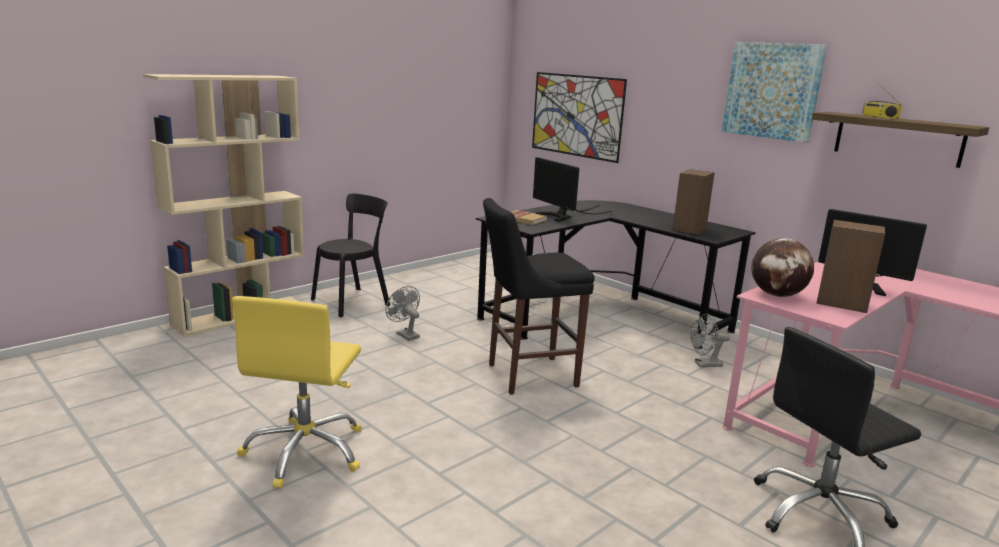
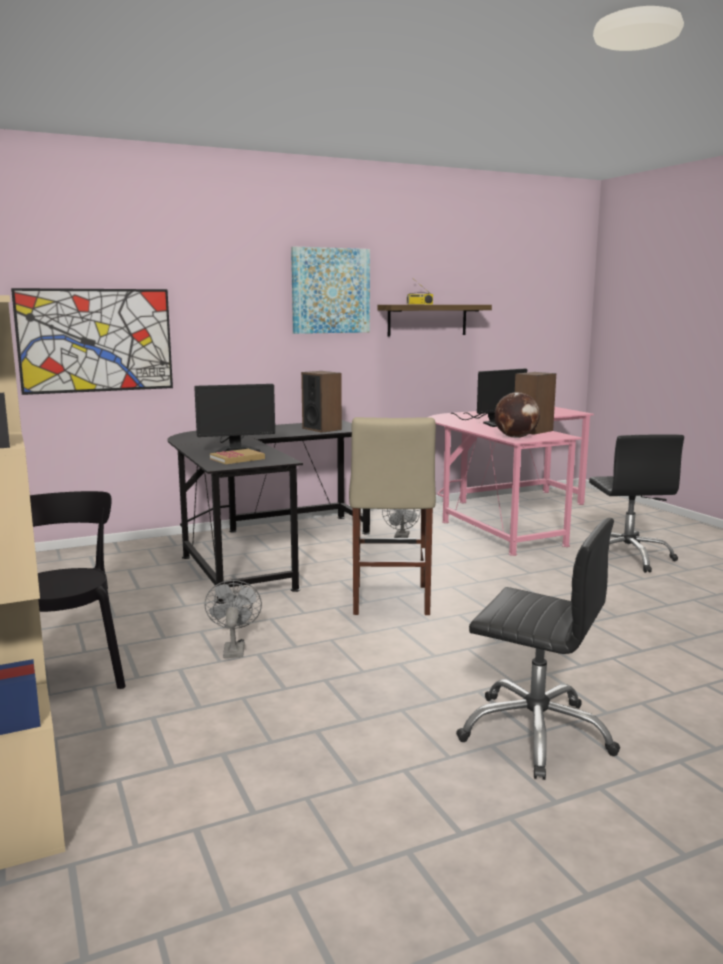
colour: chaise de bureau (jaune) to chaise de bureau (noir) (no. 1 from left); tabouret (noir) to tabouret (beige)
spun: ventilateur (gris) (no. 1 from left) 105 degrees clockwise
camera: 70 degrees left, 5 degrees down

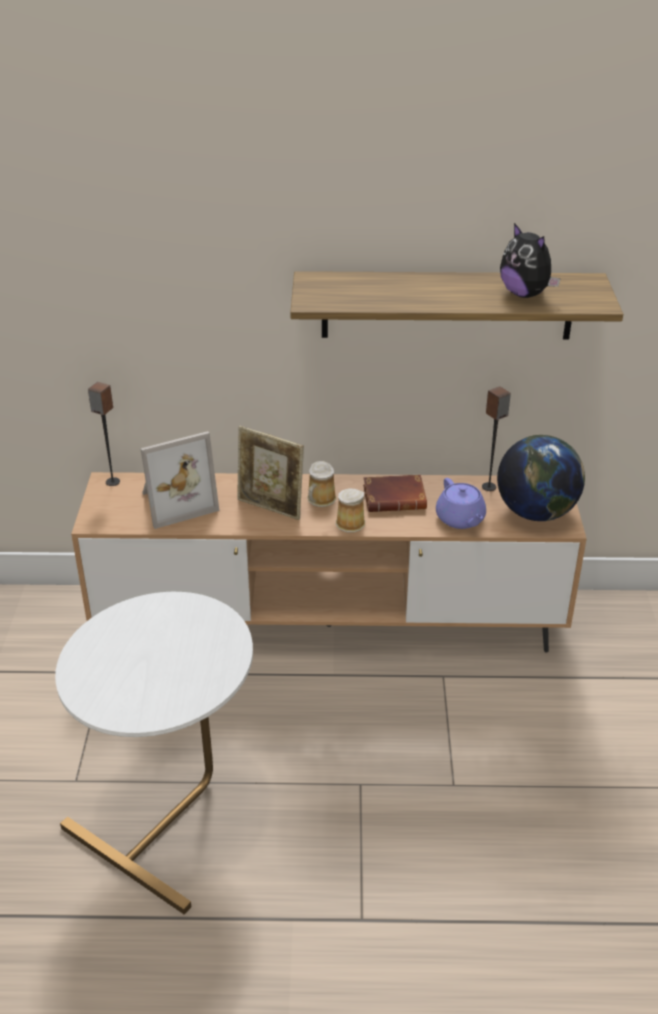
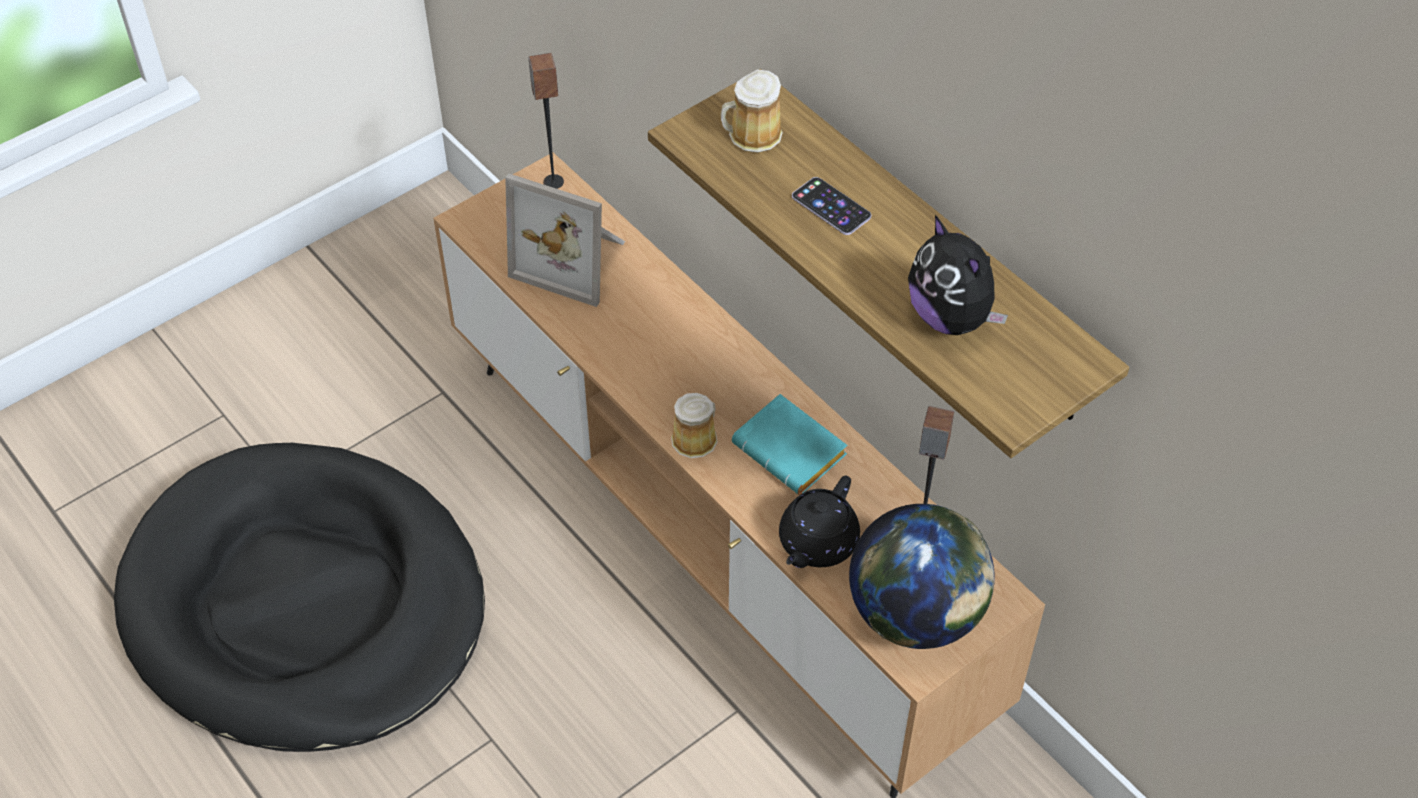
missing: cadre photo (no. 2 from left)
appeared: téléphone
relocated: mug (no. 1 from left in the first image) to mug (no. 2 from left)
exchanged: table d'appoint (blanc) to panier pour chien (noir)
colour: livre (marron) to livre (turquoise); théière (violet) to théière (noir)
spun: peluche 45 degrees counterclockwise
camera: 50 degrees right, 15 degrees up

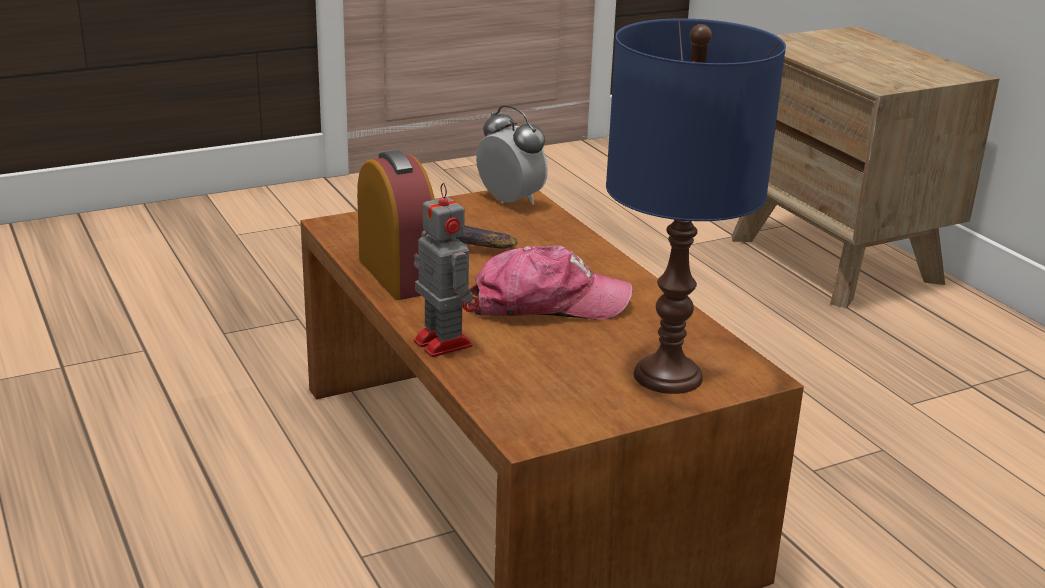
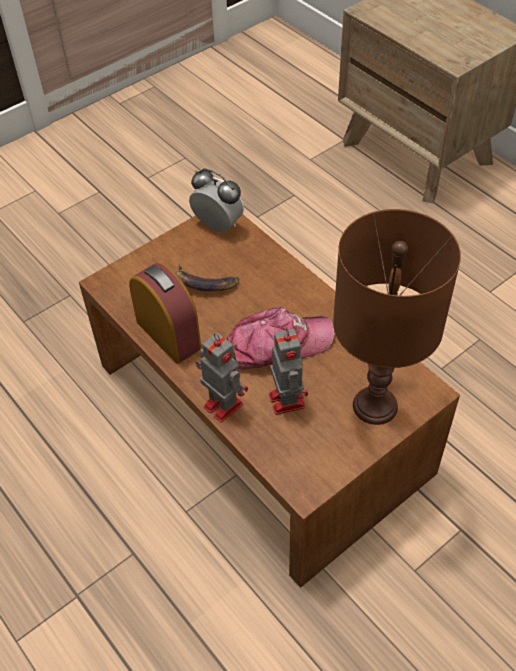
appeared: robot jouet (no. 2 from left)
colour: lampe de table (bleu) to lampe de table (marron)
camera: 10 degrees left, 25 degrees up

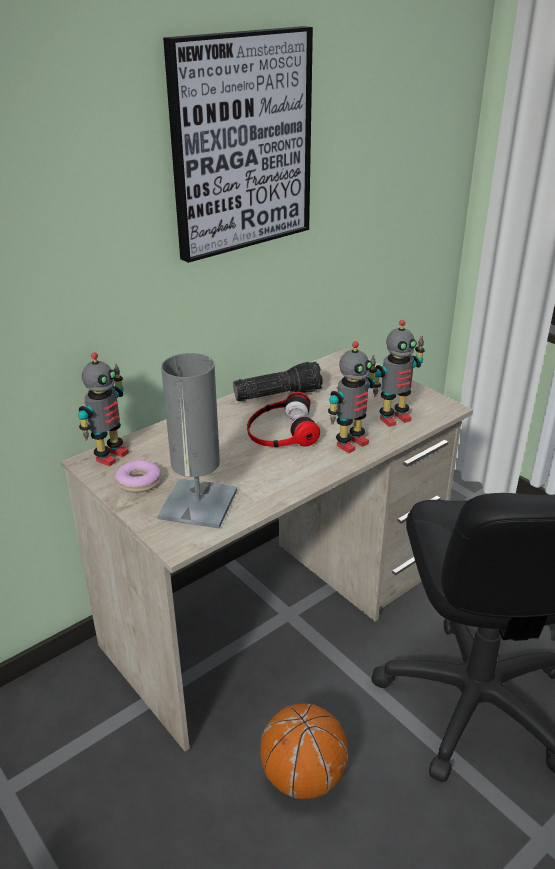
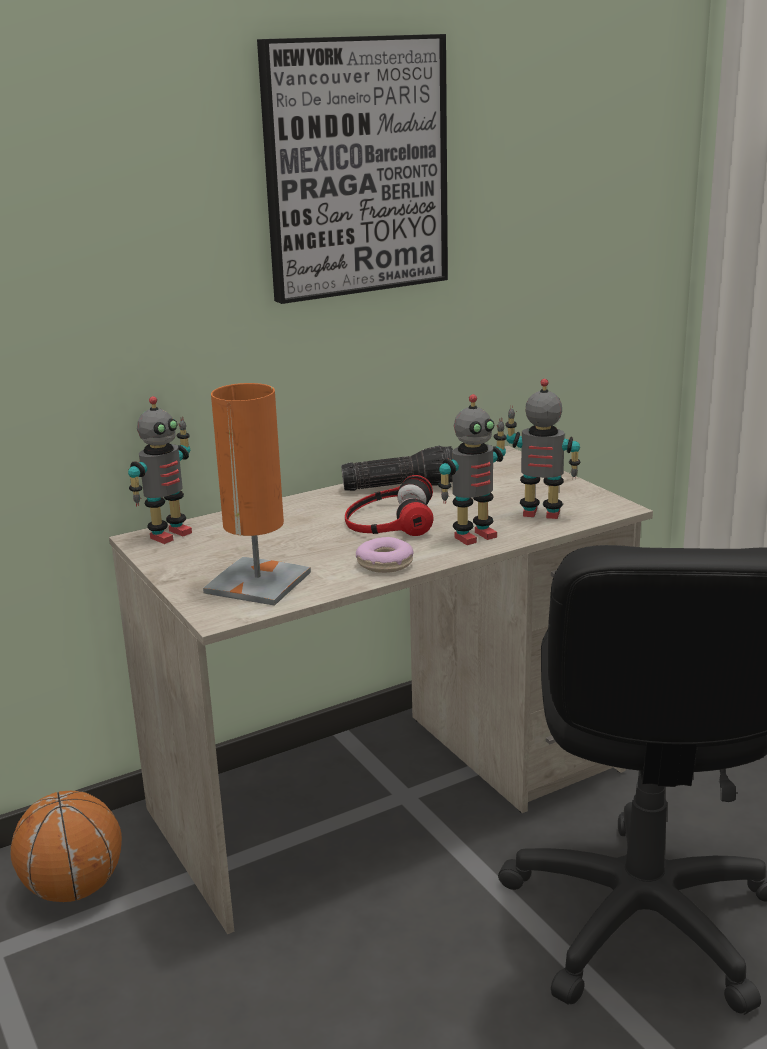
relocated: beignet; ballon de basket
colour: lampe de table (gris) to lampe de table (orange)
spun: robot jouet (no. 3 from left) 150 degrees counterclockwise
camera: 10 degrees right, 10 degrees down

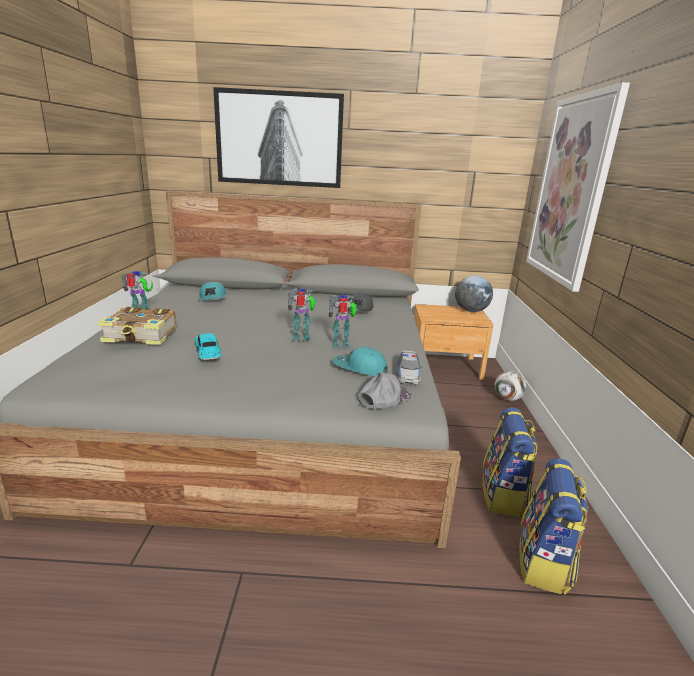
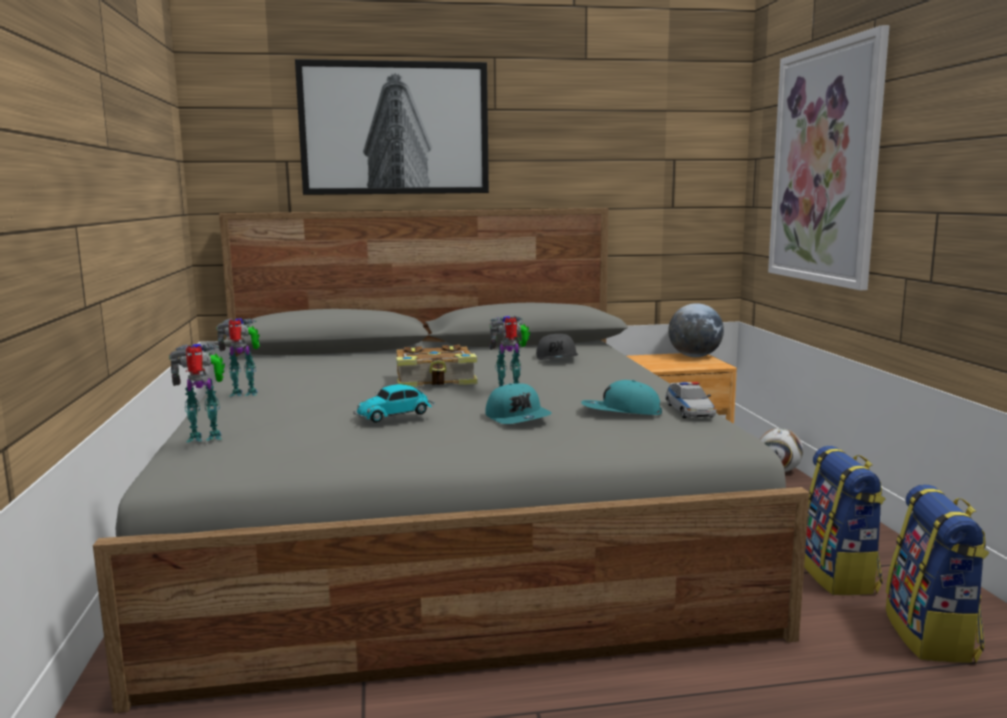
missing: casquette (gris) (no. 2 from left)
relocated: livre; casquette (turquoise) (no. 1 from left); robot jouet (no. 3 from left in the first image) to robot jouet (no. 1 from left)
spun: petite voiture (no. 1 from left) 90 degrees counterclockwise
camera: 10 degrees left, 10 degrees down

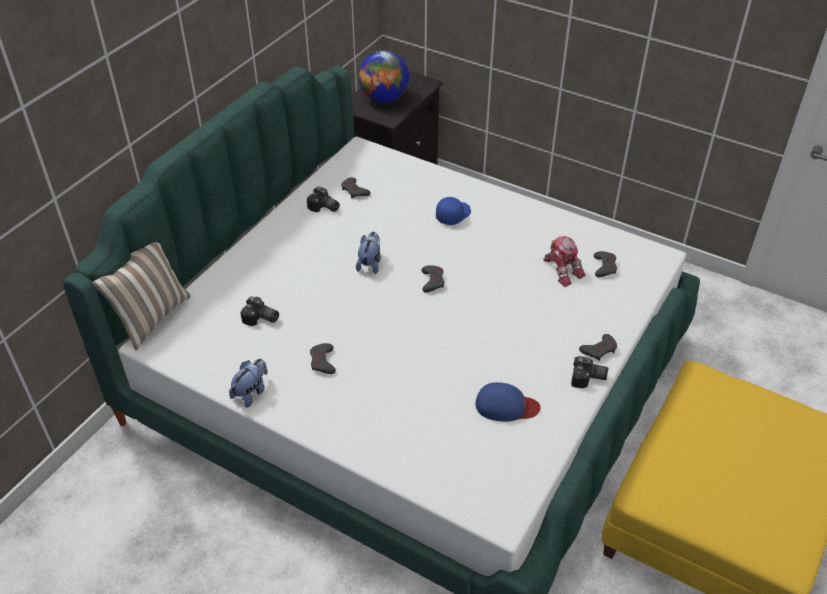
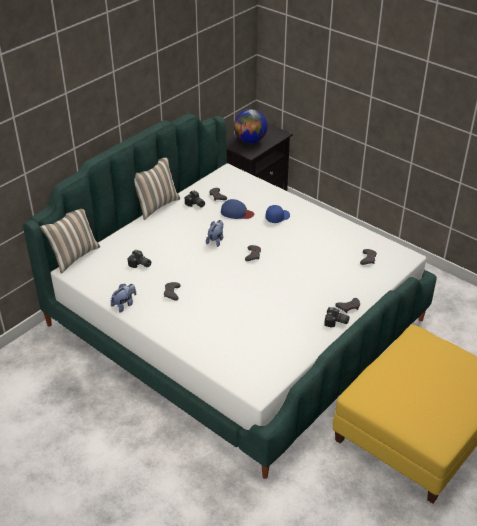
missing: robot jouet
appeared: coussin (no. 2 from left)
relocated: casquette (bleu) (no. 2 from left in the first image) to casquette (bleu) (no. 1 from left)
camera: 10 degrees right, 5 degrees down

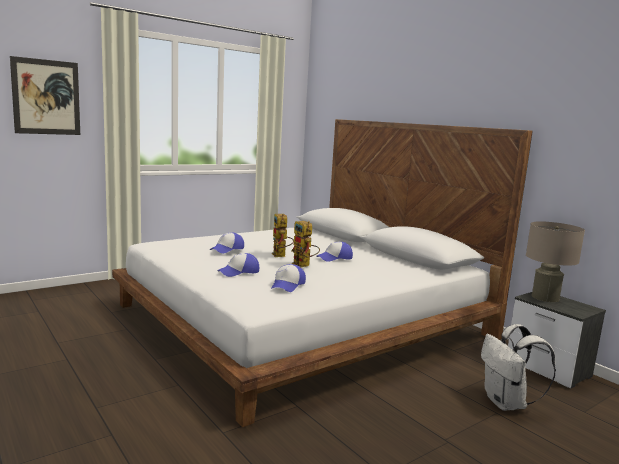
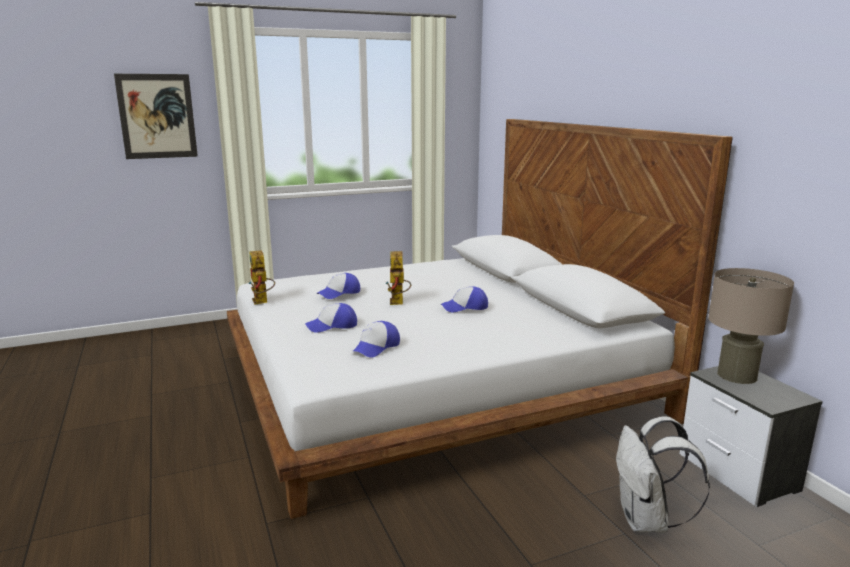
relocated: robot jouet (no. 2 from left in the first image) to robot jouet (no. 1 from left)
camera: 15 degrees right, 5 degrees up

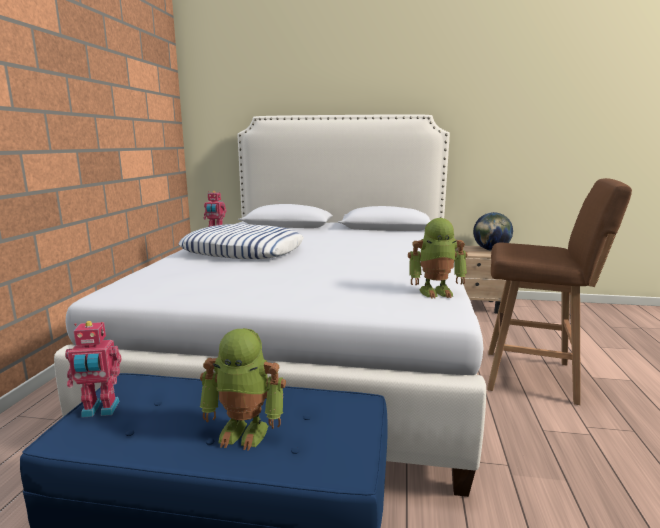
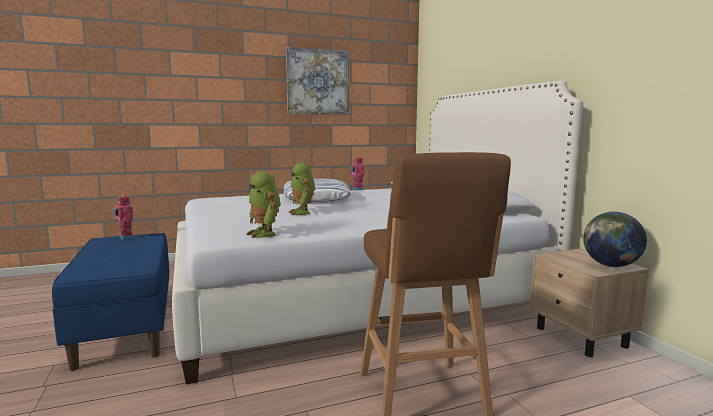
appeared: tableau
relocated: robot jouet (no. 3 from left)
camera: 60 degrees right, 5 degrees down

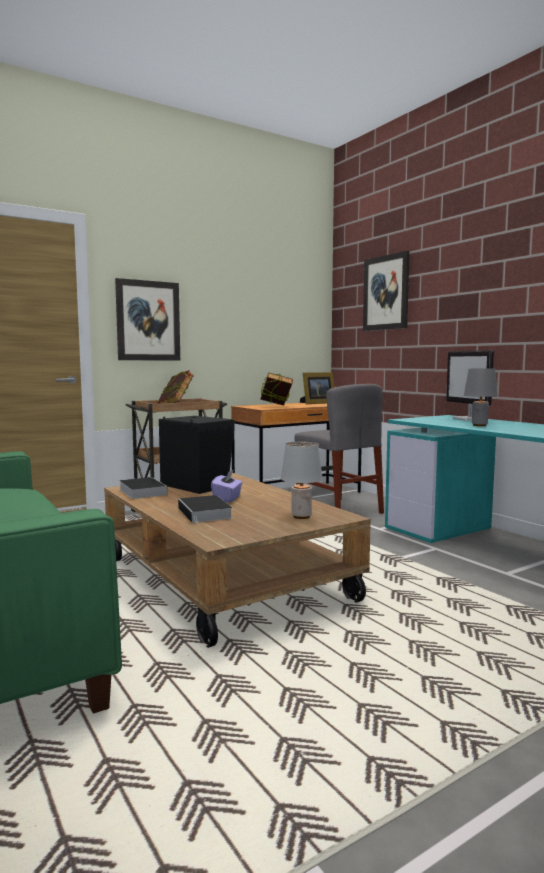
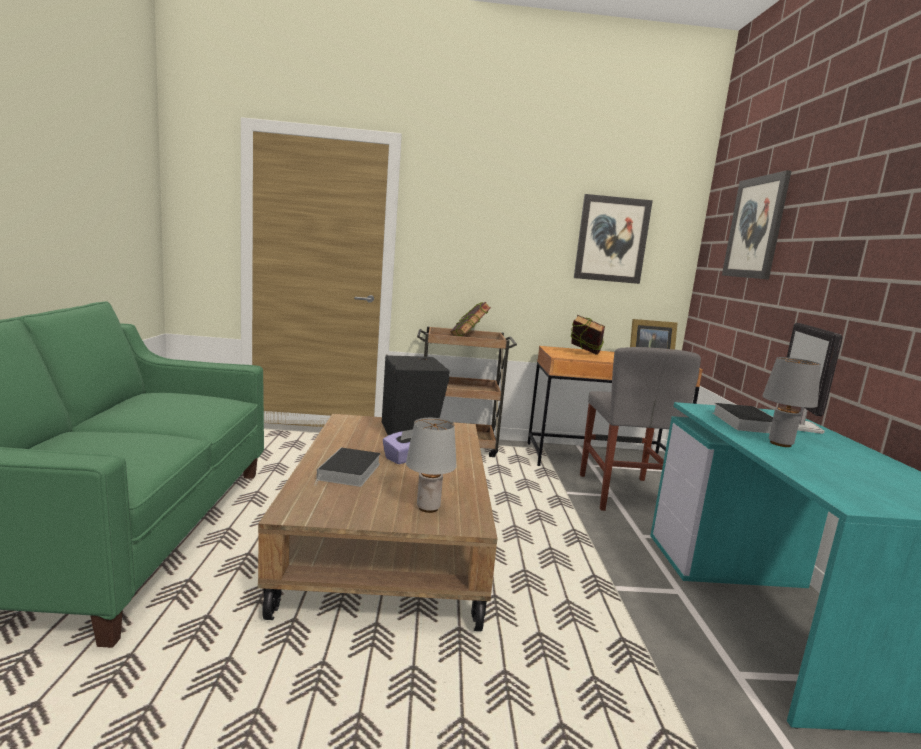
relocated: tableau (no. 1 from left); livre (no. 1 from left in the first image) to livre (no. 4 from left)
camera: 30 degrees right, 5 degrees up

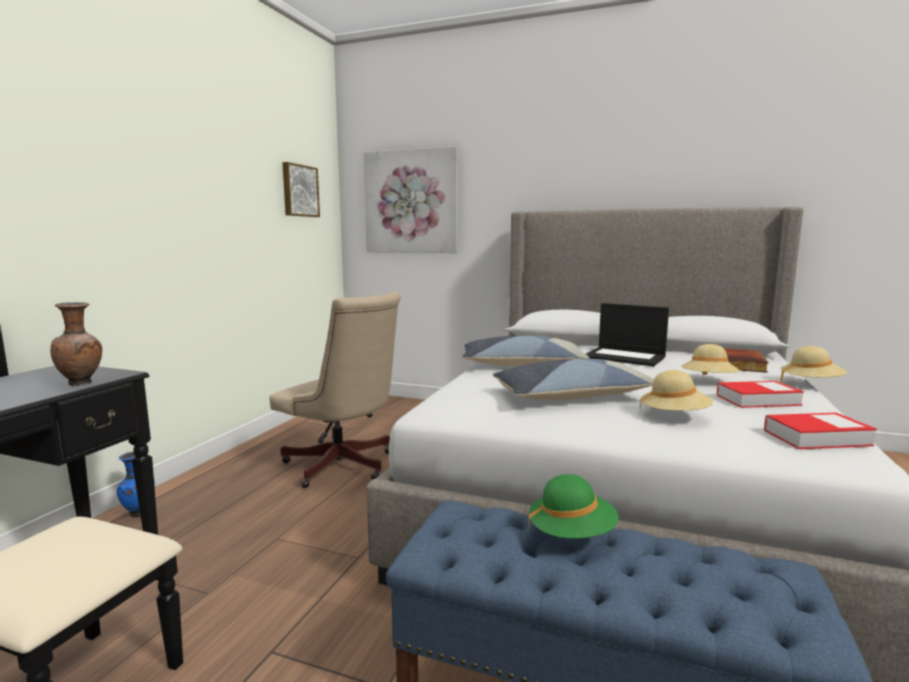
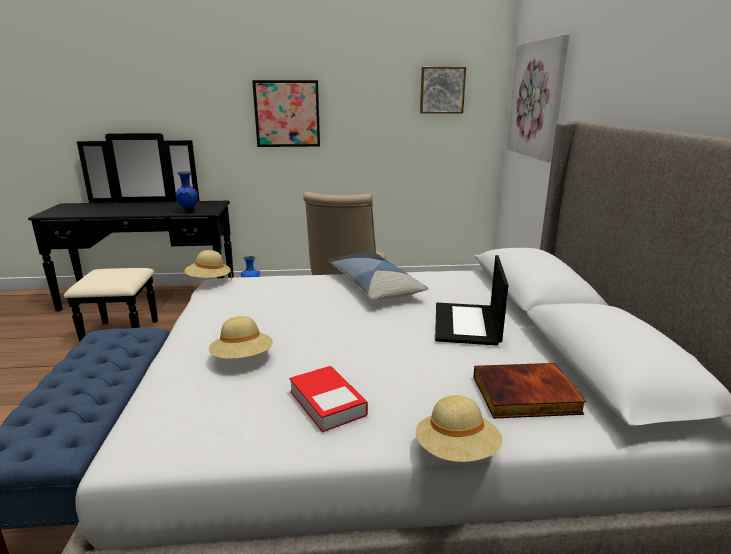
missing: coussin (no. 2 from left); chapeau (vert); livre (no. 3 from left)
appeared: tableau (no. 1 from left)
relocated: chapeau (beige) (no. 2 from left in the first image) to chapeau (beige) (no. 1 from left)
colour: vase (marron) to vase (bleu) (no. 1 from left)
camera: 65 degrees right, 10 degrees up

